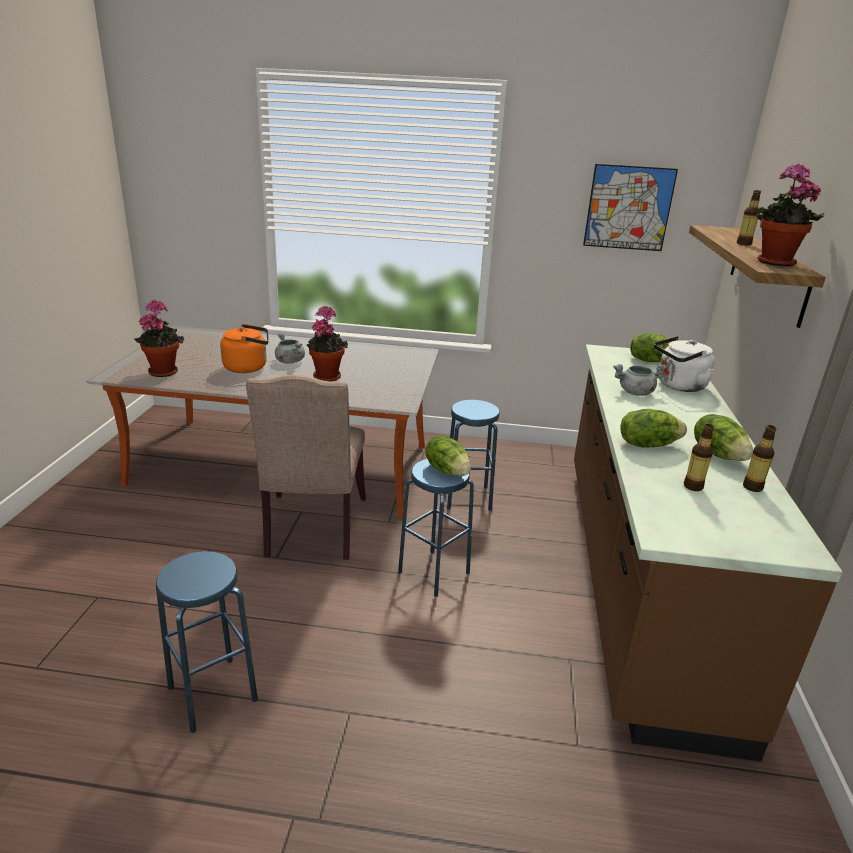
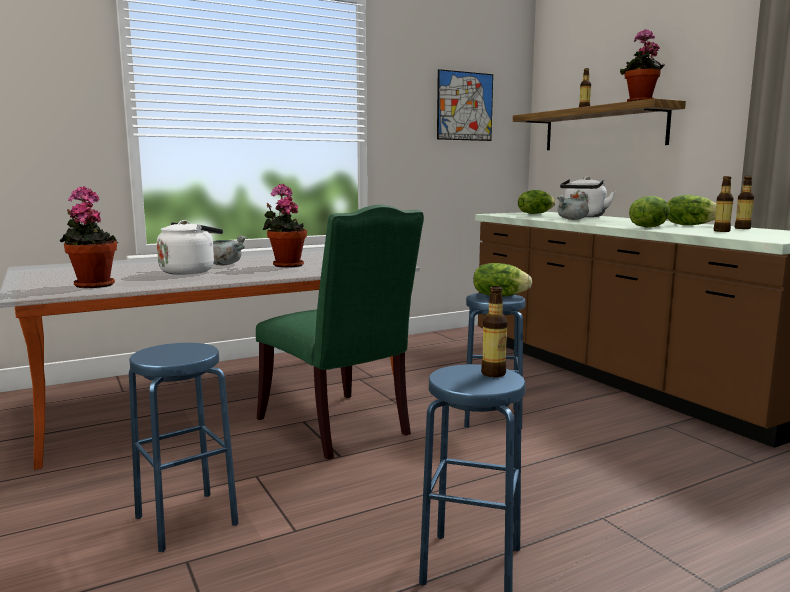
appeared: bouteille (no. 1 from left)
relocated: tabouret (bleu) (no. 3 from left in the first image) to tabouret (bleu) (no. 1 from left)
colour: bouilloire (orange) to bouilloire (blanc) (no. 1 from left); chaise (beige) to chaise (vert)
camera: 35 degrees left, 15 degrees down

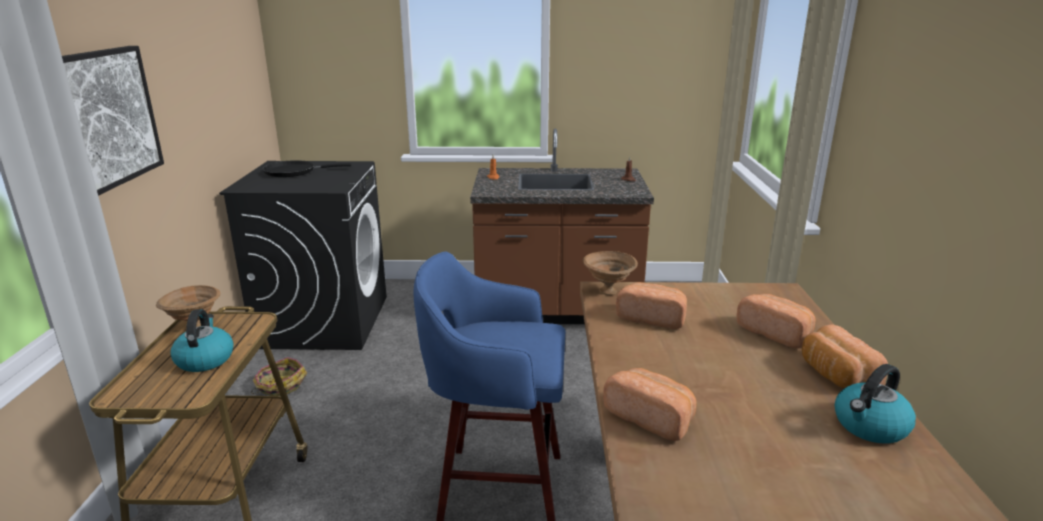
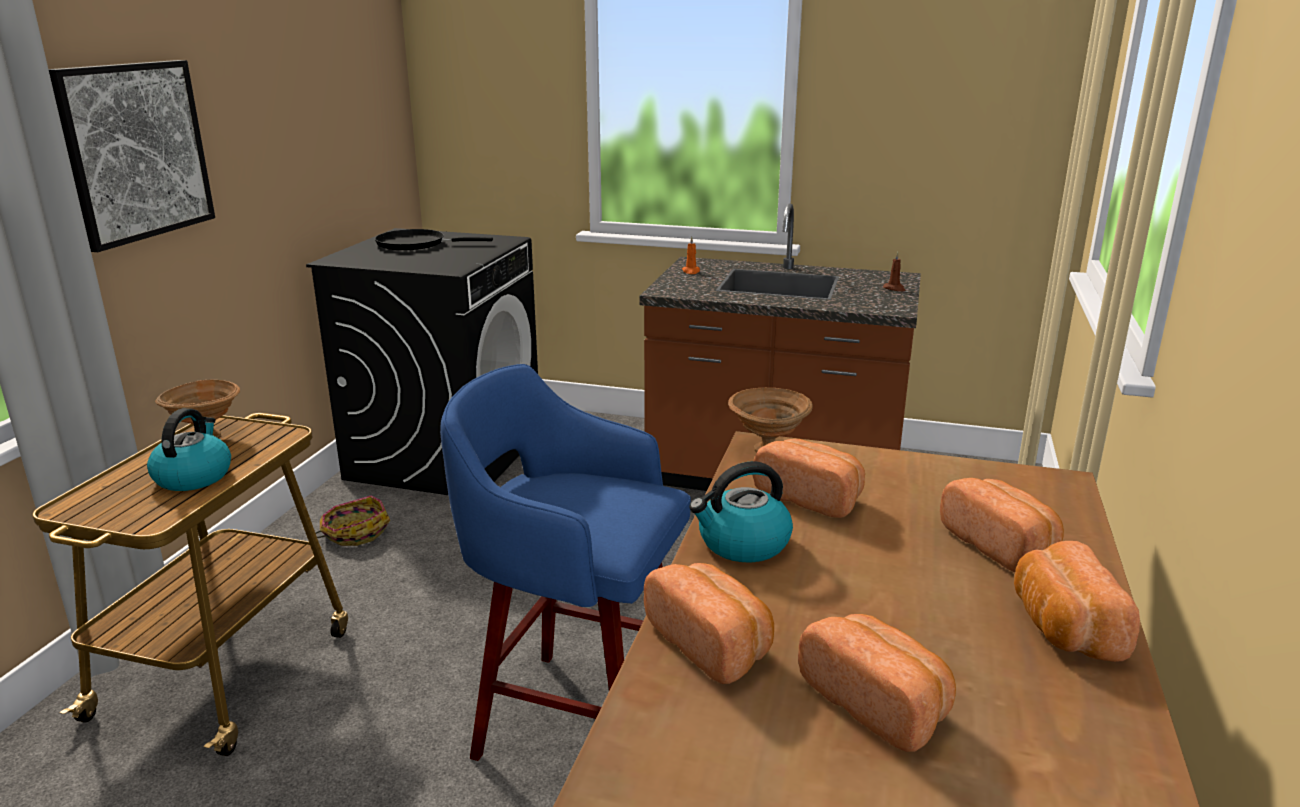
appeared: pain (no. 3 from left)
relocated: bouilloire (no. 2 from left)
camera: 15 degrees right, 0 degrees up

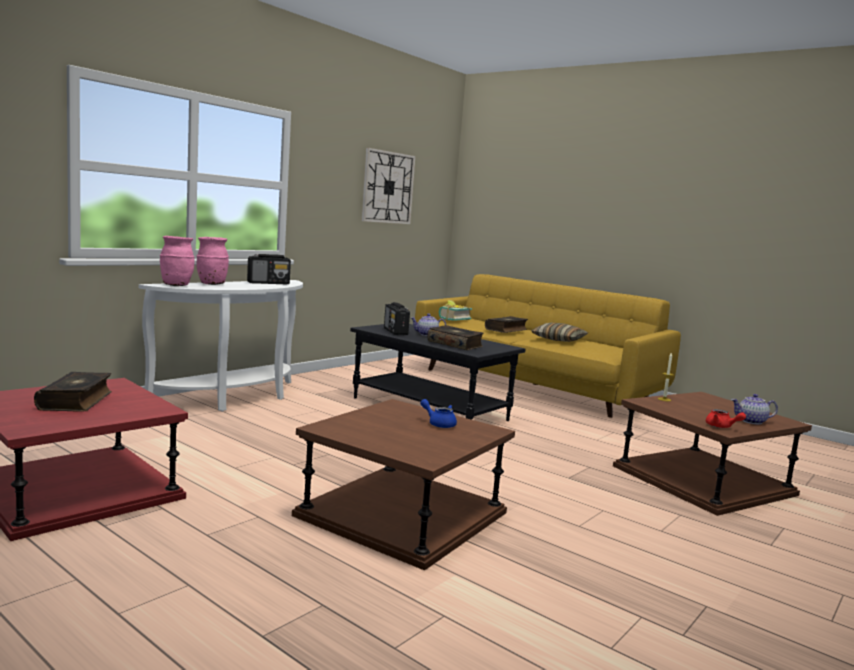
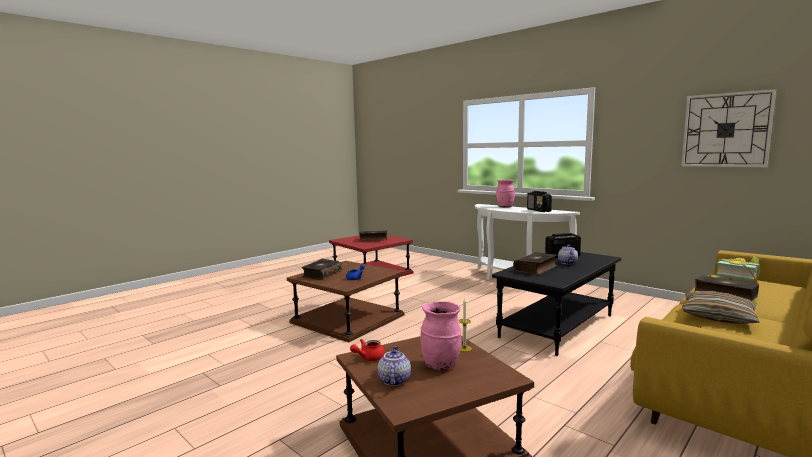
appeared: livre (no. 1 from left)
relocated: vase (rose) (no. 1 from left)
camera: 95 degrees right, 0 degrees up

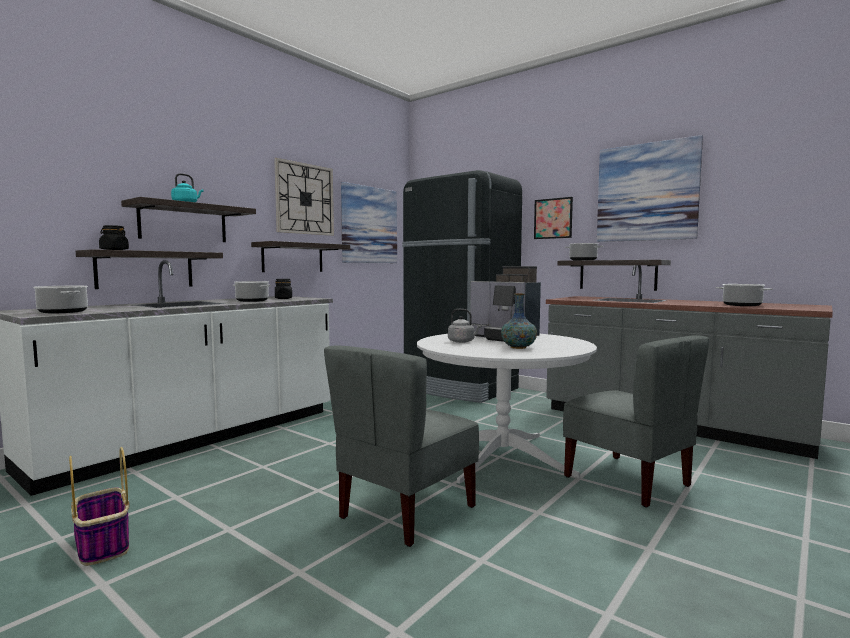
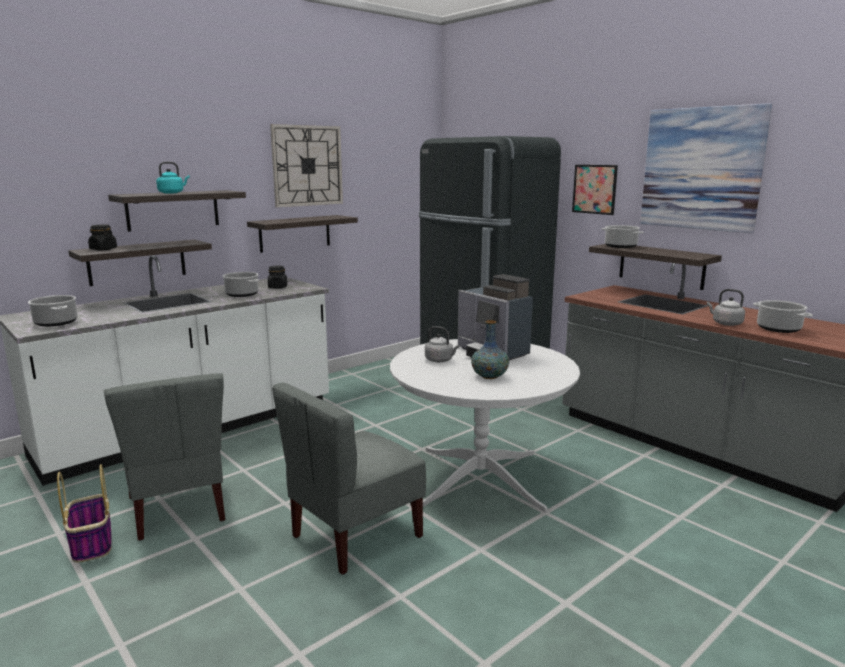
missing: tableau (no. 1 from left)
appeared: bouilloire (gris) (no. 2 from left)
relocated: chaise (gris) (no. 2 from left in the first image) to chaise (gris) (no. 1 from left)
camera: 10 degrees right, 10 degrees up

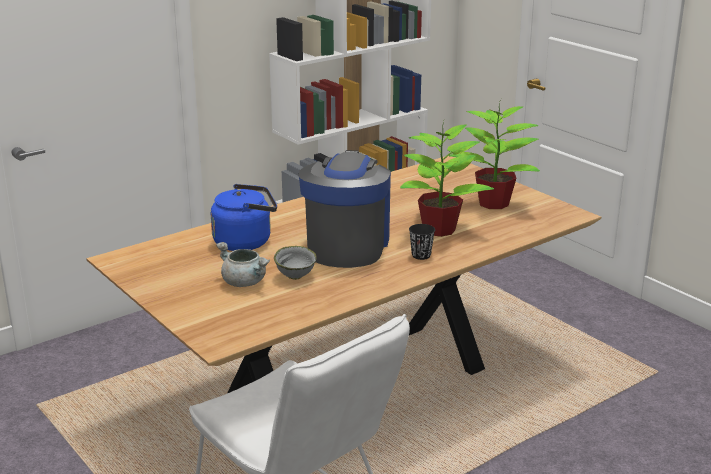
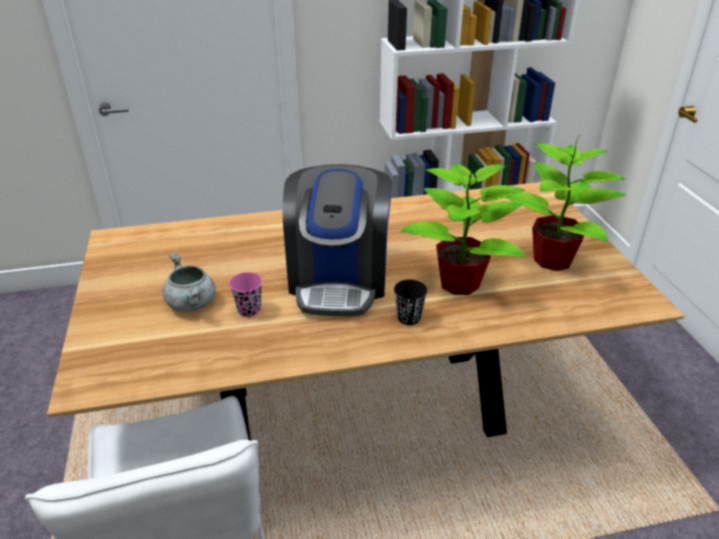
missing: bouilloire (bleu)
exchanged: bol (gris) to tasse (rose)
spun: machine à café 150 degrees clockwise
camera: 25 degrees right, 10 degrees up

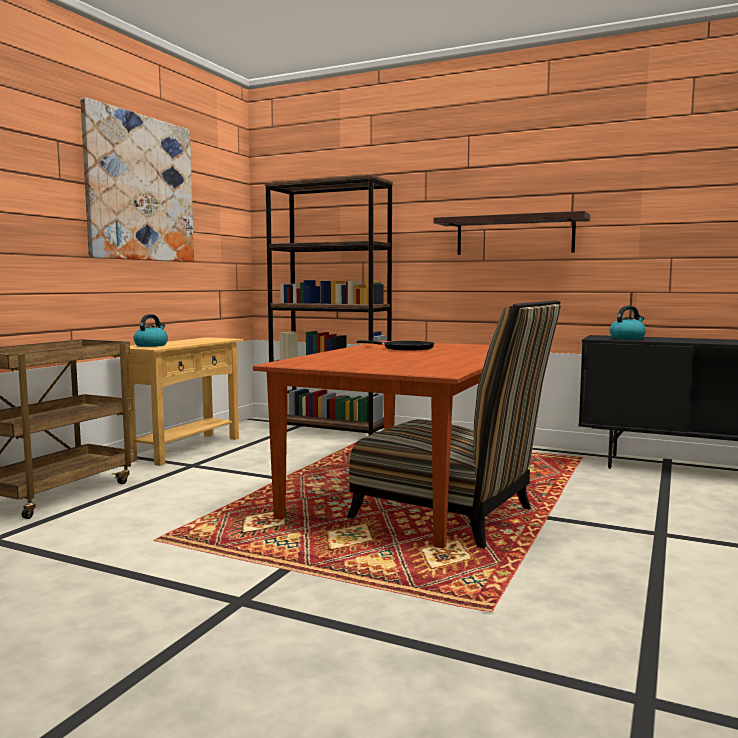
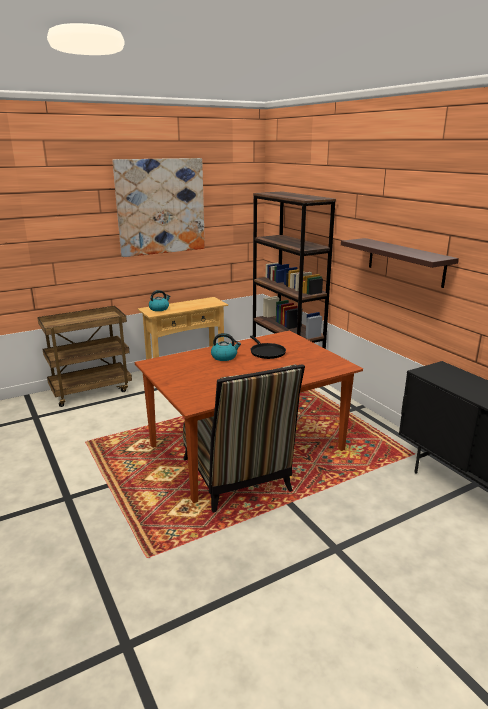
relocated: bouilloire (no. 2 from left)
camera: 35 degrees right, 15 degrees up

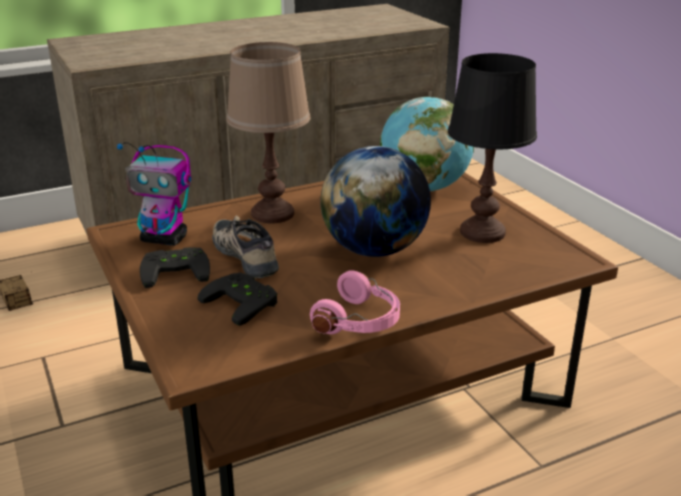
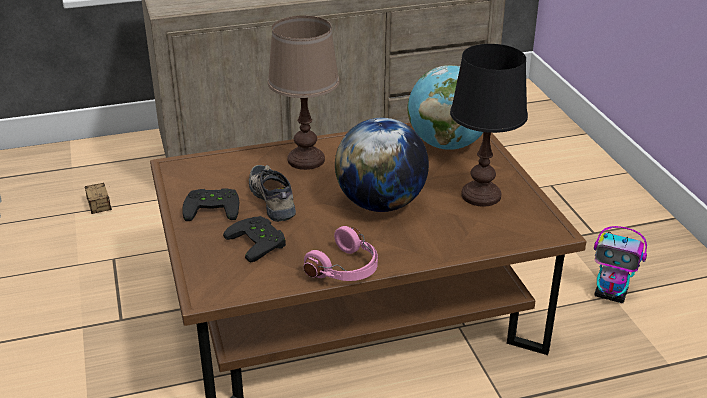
relocated: robot jouet
camera: 10 degrees right, 5 degrees up

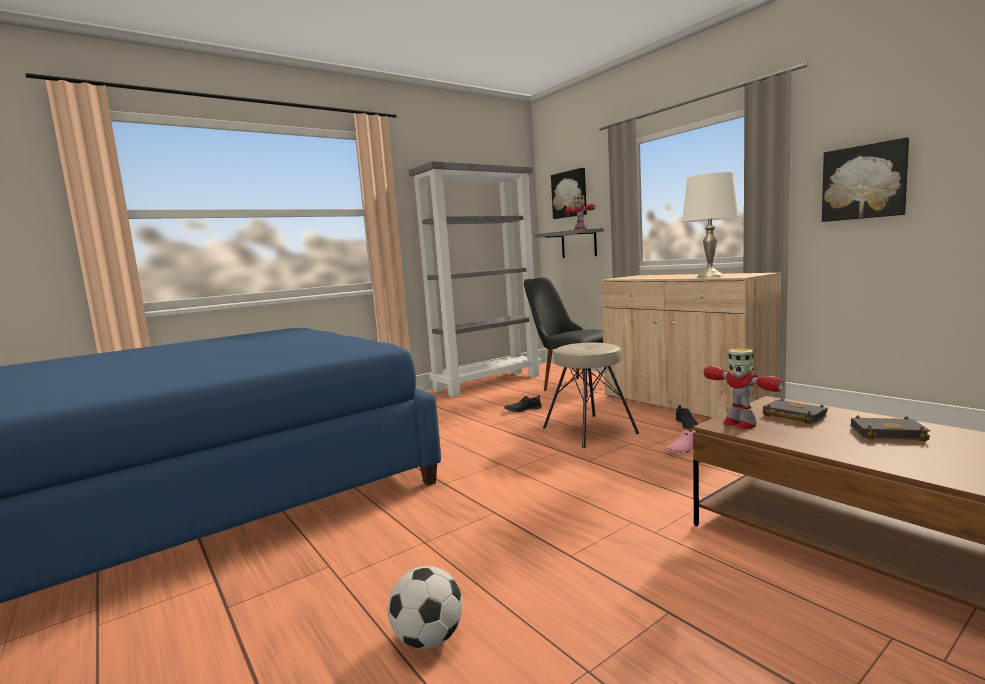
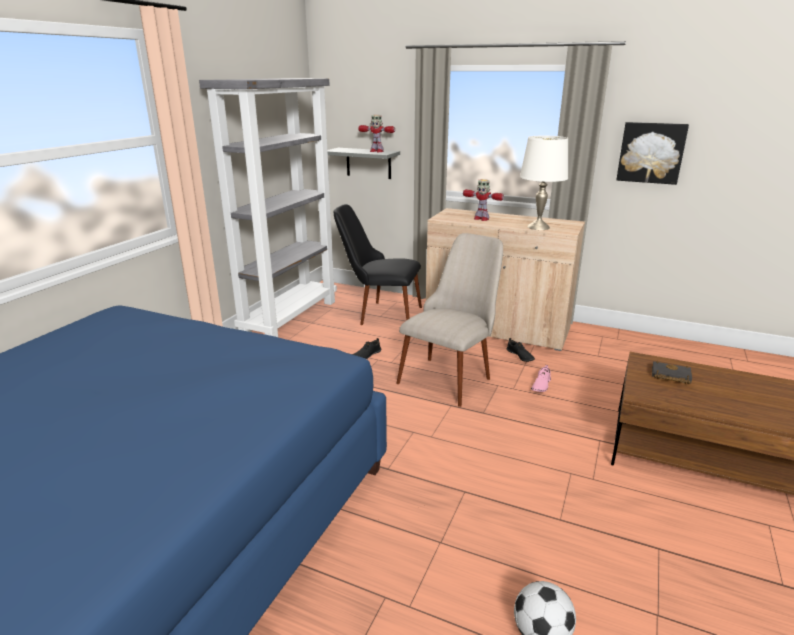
missing: tableau (no. 1 from left); livre (noir) (no. 2 from left)
relocated: robot jouet (no. 2 from left)
exchanged: tabouret (beige) to chaise (beige)
camera: 30 degrees left, 15 degrees up

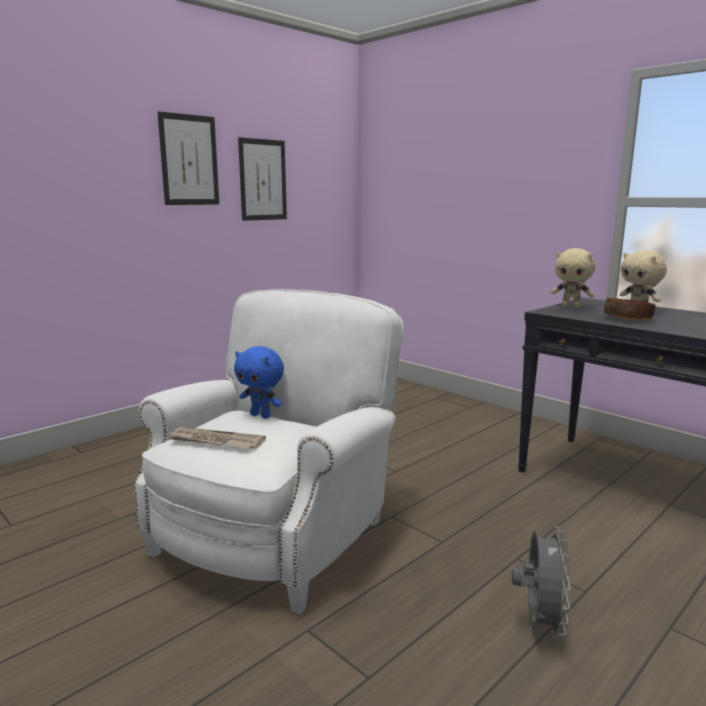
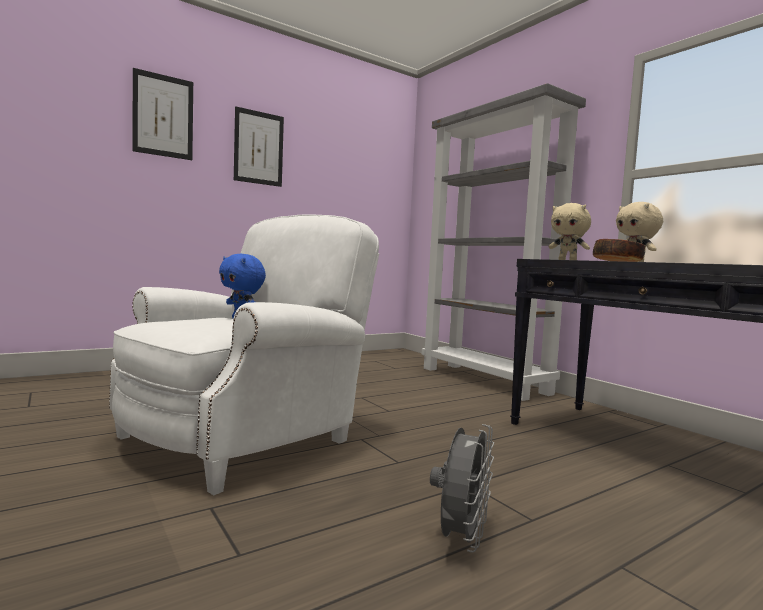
missing: journal
appeared: bibliothèque (gris)
relocated: tableau (no. 2 from left in the first image) to tableau (no. 1 from left)
camera: 10 degrees right, 10 degrees down

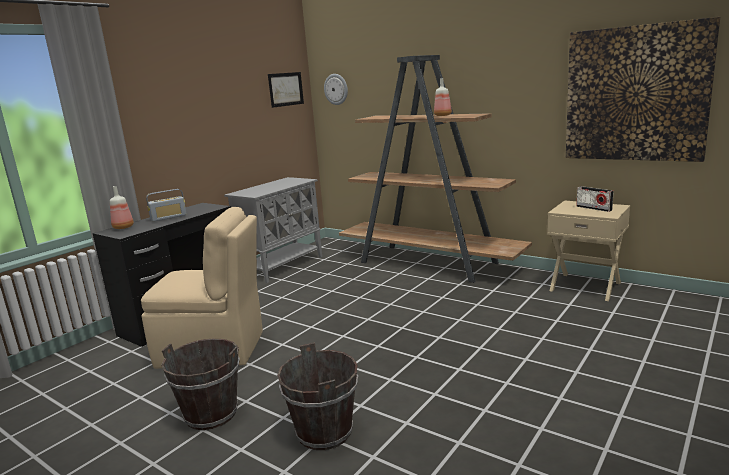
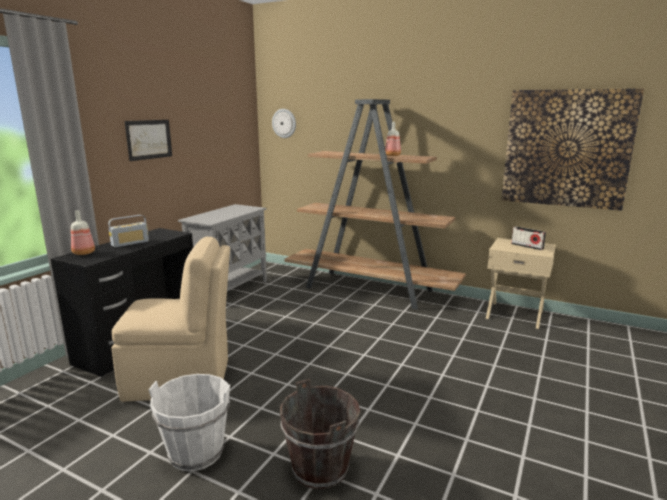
relocated: tableau (no. 1 from left)
colour: seau (marron) (no. 1 from left) to seau (blanc)
camera: 10 degrees left, 0 degrees up

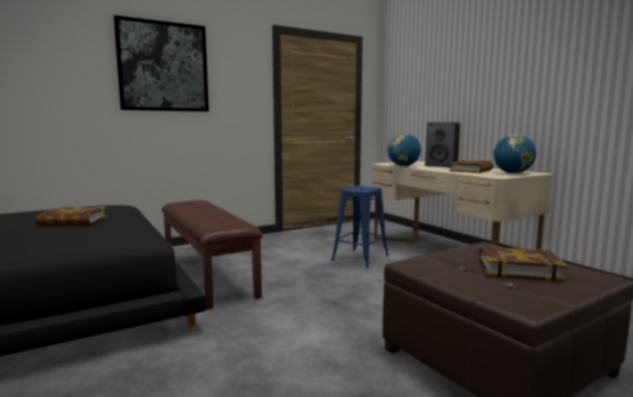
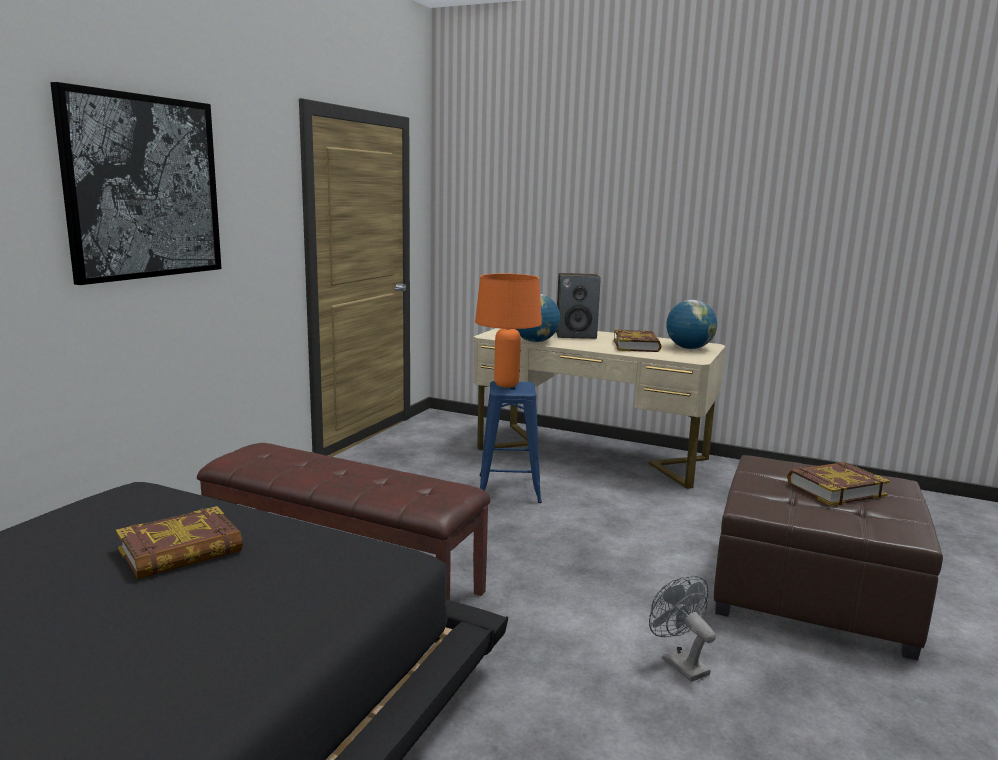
appeared: lampe de table (orange); ventilateur (gris)
camera: 35 degrees left, 5 degrees up

